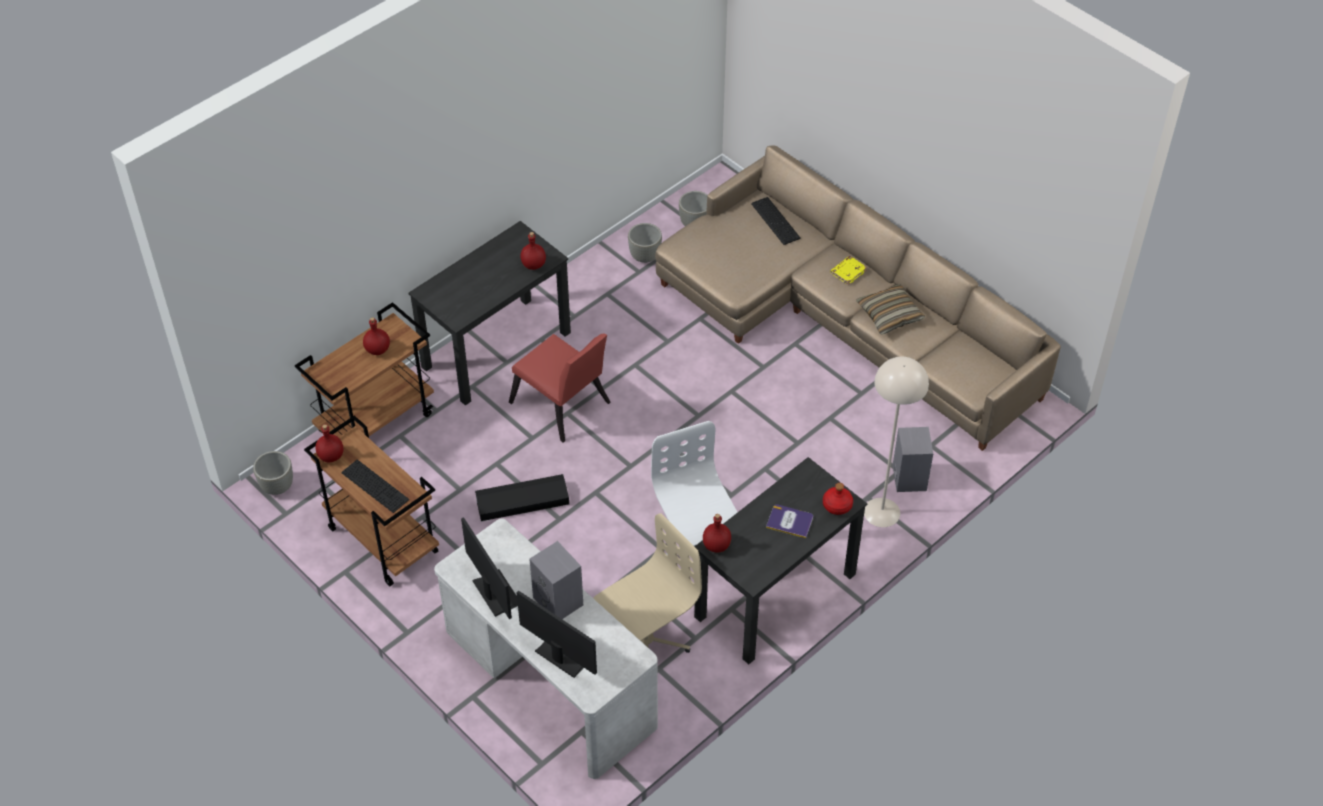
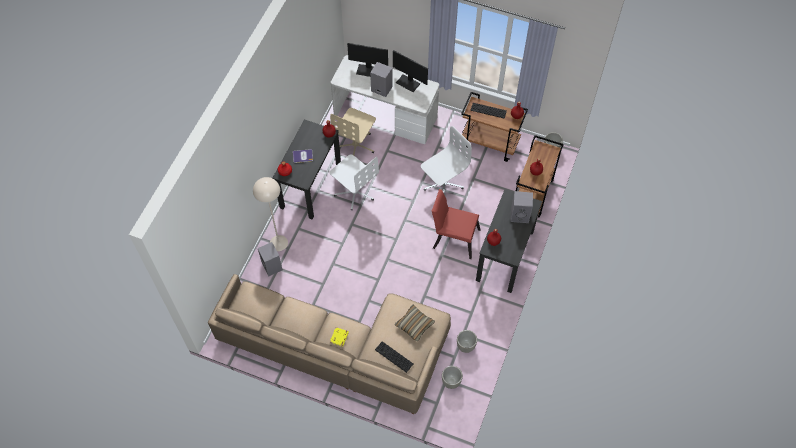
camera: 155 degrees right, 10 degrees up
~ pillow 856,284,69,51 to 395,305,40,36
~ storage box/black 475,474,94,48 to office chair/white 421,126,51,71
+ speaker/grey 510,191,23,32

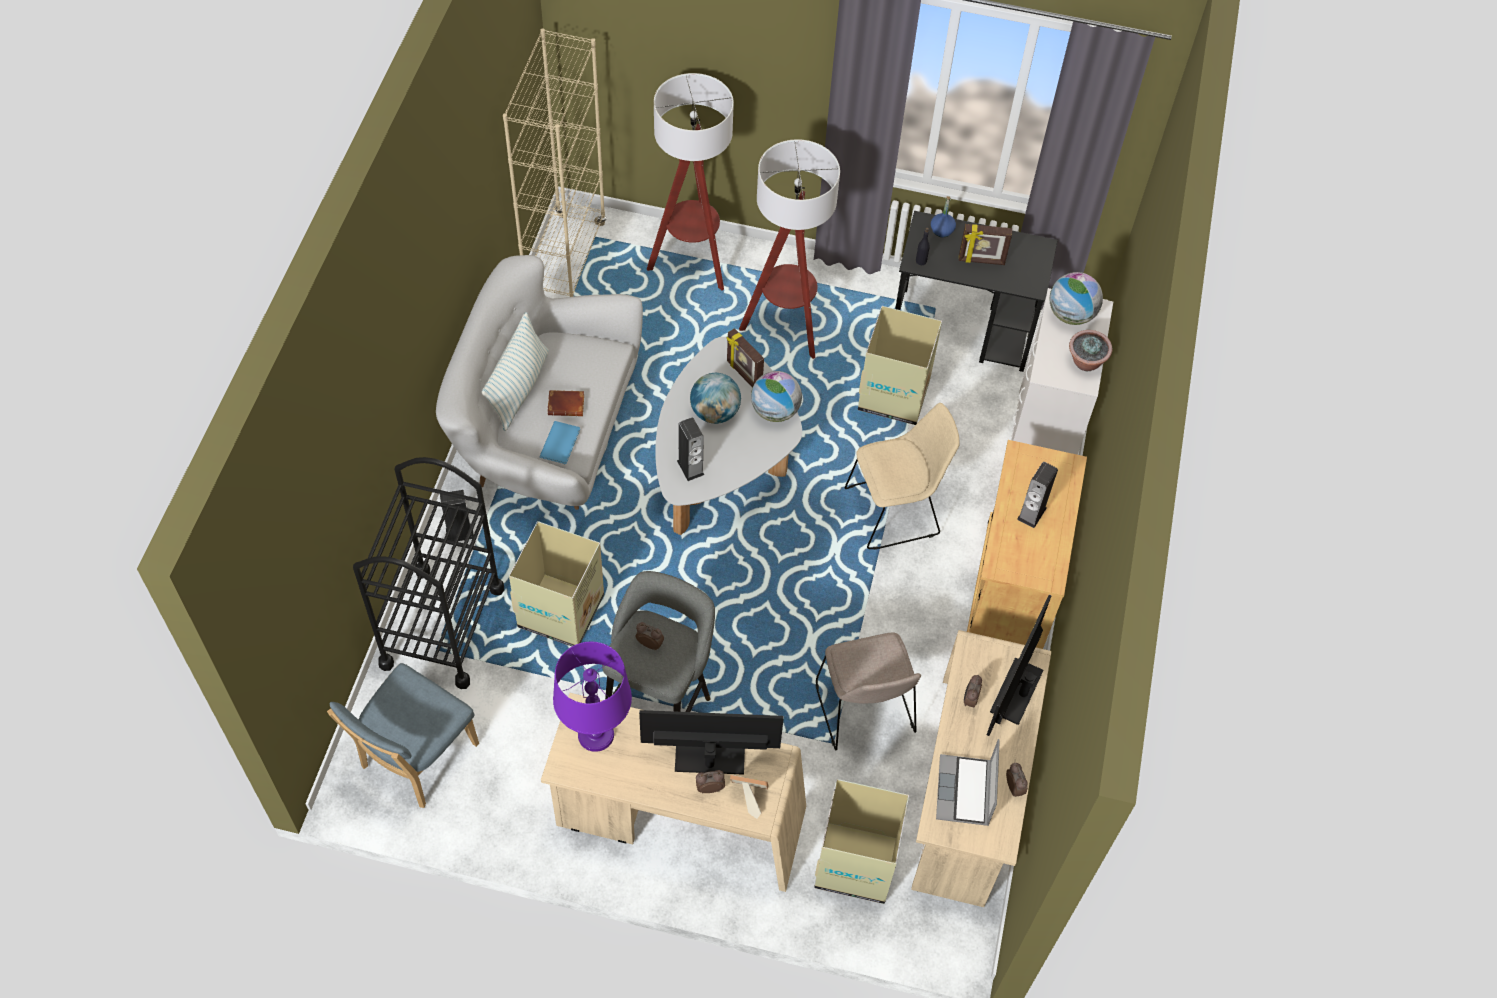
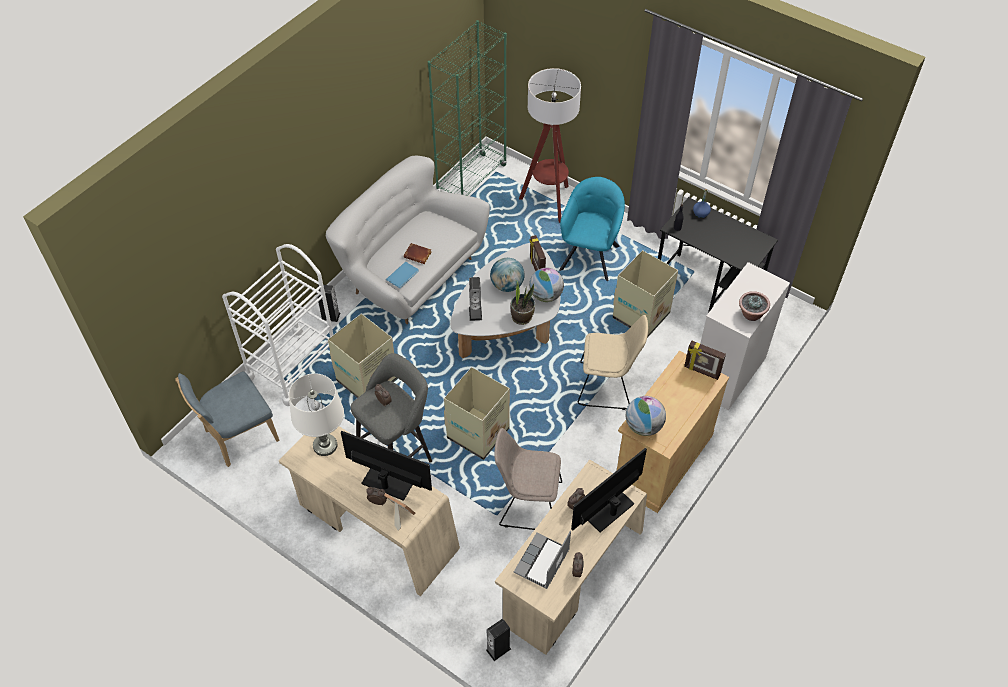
camera: 25 degrees right, 5 degrees down
~ bookcase/beige 503,28,104,269 to bookcase/green 428,20,79,175
~ floor lamp 739,139,101,220 to armchair/turquoise 559,177,66,104
~ picture frame 959,224,53,41 to 684,340,42,40
~ globe 1050,272,53,53 to 626,396,40,40
- pillow 481,312,68,119
~ cart/black 353,457,151,232 to cart/white 222,244,111,162
~ speaker 1017,462,41,66 to 486,618,25,43
~ chair/beige 816,632,105,118 = 494,428,68,102 90 degrees clockwise
~ table lamp/purple 553,641,79,111 to table lamp/white 289,373,55,83
~ cardboard box 814,779,95,125 to 444,367,66,93
+ potted plant 511,280,24,45

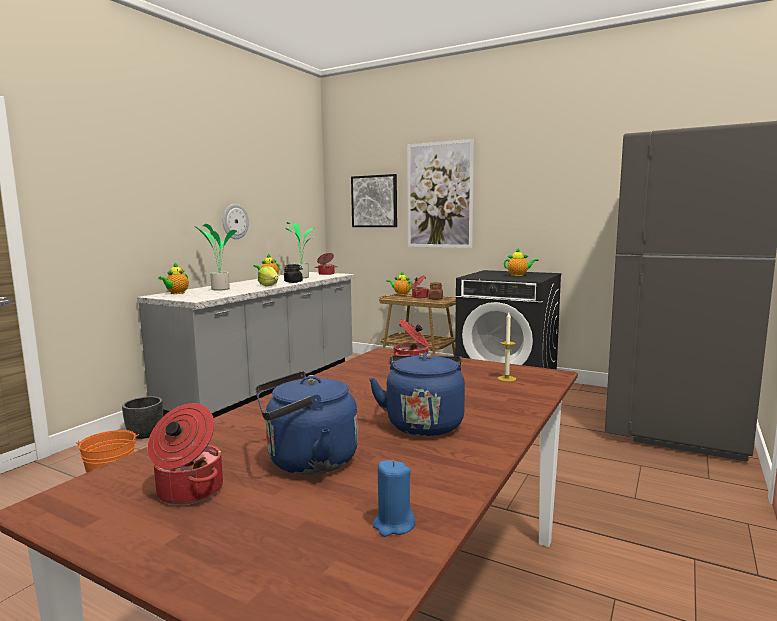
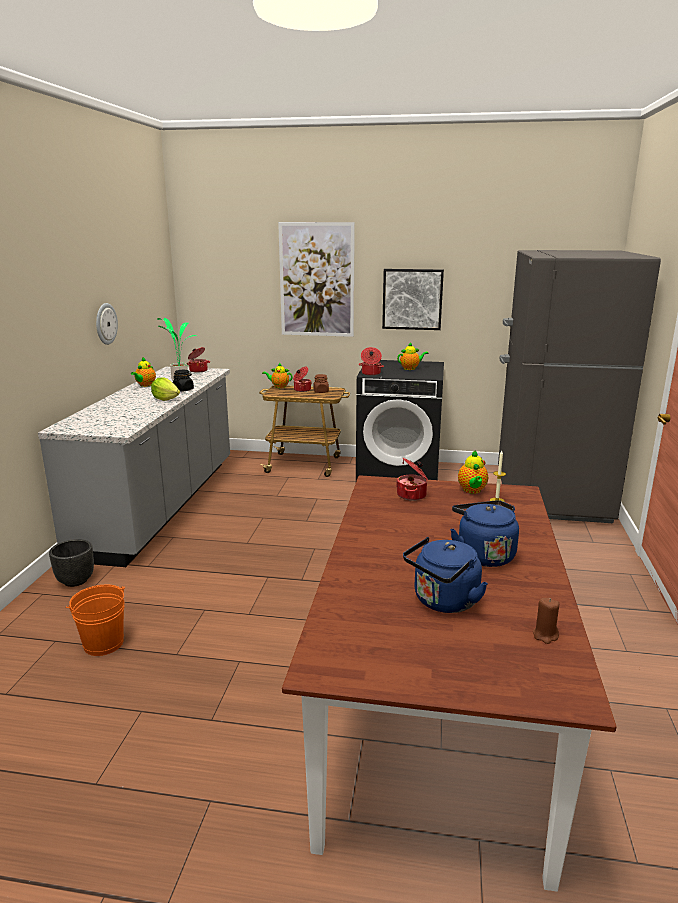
camera: 20 degrees left, 10 degrees up
~ picture 351,174,46,53 to 382,269,62,61
- potted plant 194,224,43,67
~ teapot 158,263,31,31 to 458,451,30,43
~ cooking pot 148,403,75,102 to 358,347,26,28
~ candle/blue 373,460,43,77 to candle/brown 533,598,26,46

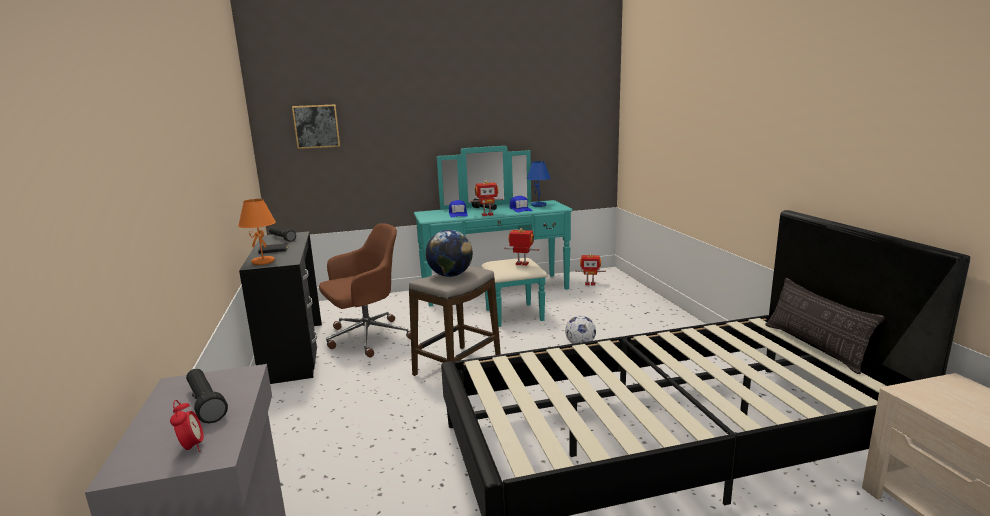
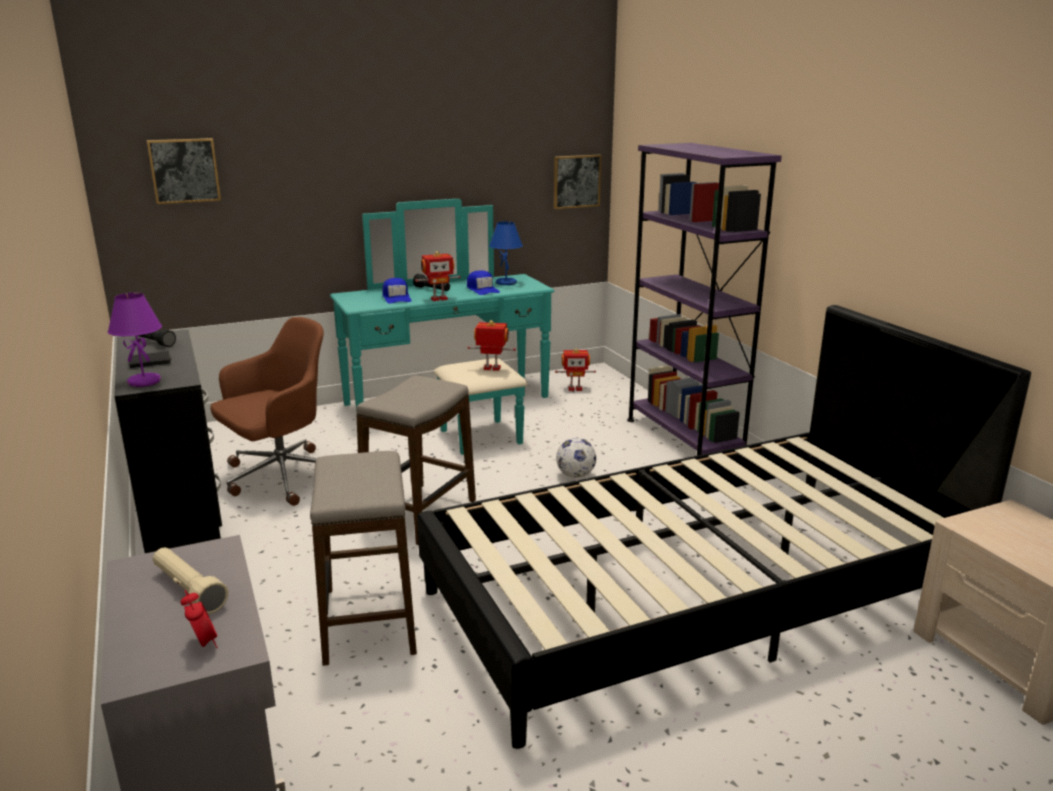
camera: 10 degrees left, 5 degrees up
~ table lamp/orange 238,199,38,66 to table lamp/purple 108,293,54,94
- globe 426,230,47,47
- pillow 765,278,120,96
~ flashlight/black 186,369,42,54 to flashlight/beige 153,547,75,67
+ bookcase/purple 627,143,155,312
+ picture 554,155,48,54
+ stool 310,451,107,215

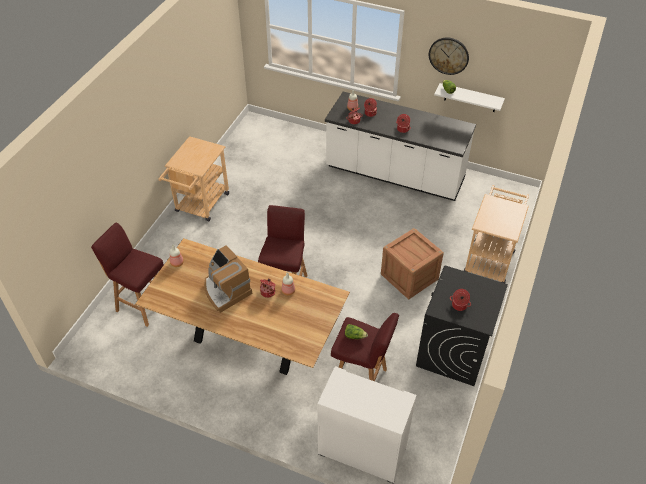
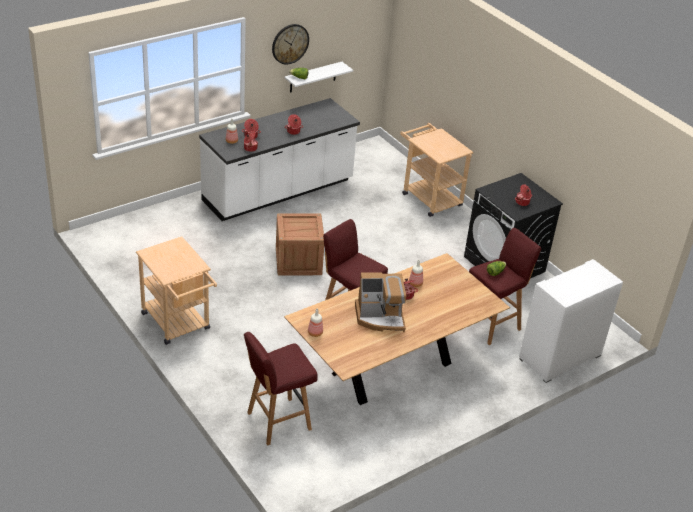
camera: 60 degrees left, 10 degrees down
~ crate 381,228,63,71 to 276,214,48,62

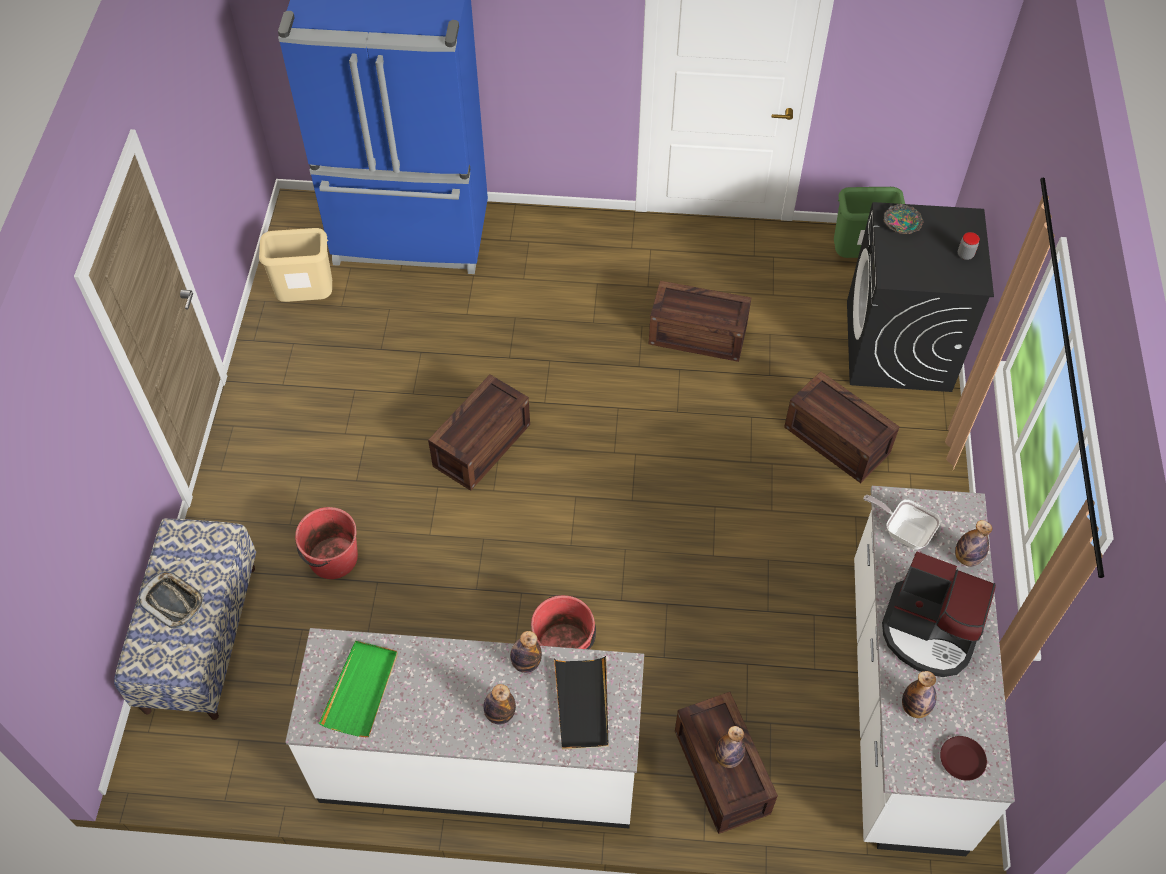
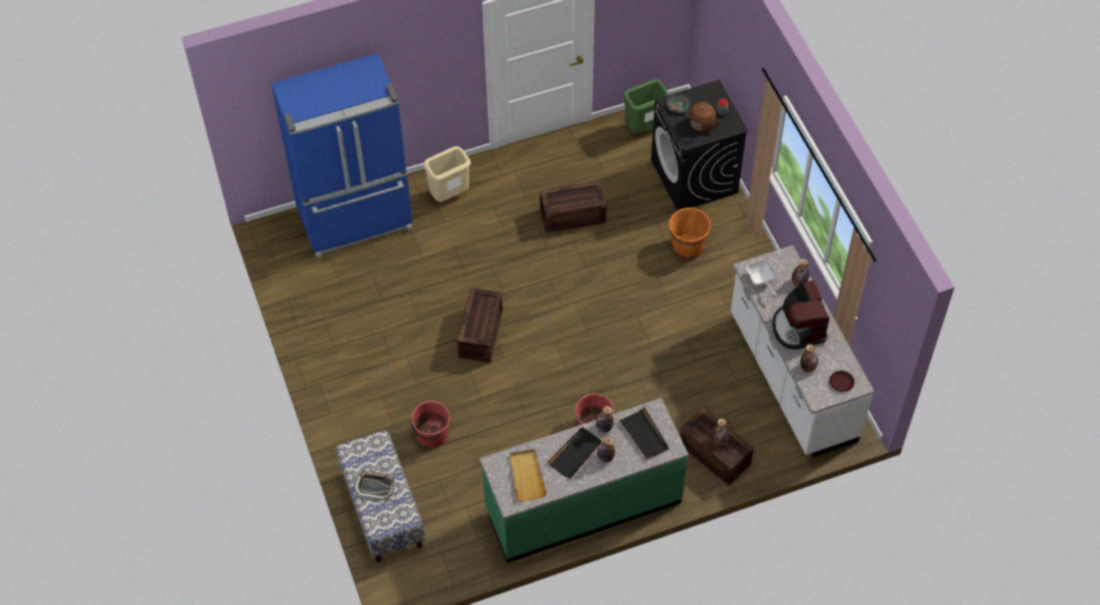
camera: 25 degrees left, 0 degrees up
~ trash can/beige 259,228,73,74 to 423,146,48,56
~ crate 784,371,115,112 to bucket/orange 669,207,42,53
~ frying pan 863,495,78,55 = 746,259,30,38 120 degrees counterclockwise
~ coffee machine 882,551,114,126 = 772,280,58,70 75 degrees clockwise
~ counter/white 285,628,359,201 to counter/green 480,398,209,165
~ tray/green 319,641,79,96 to tray/beige 510,449,37,52
+ kettle/brown 686,102,33,30
+ tray/black 548,427,54,52

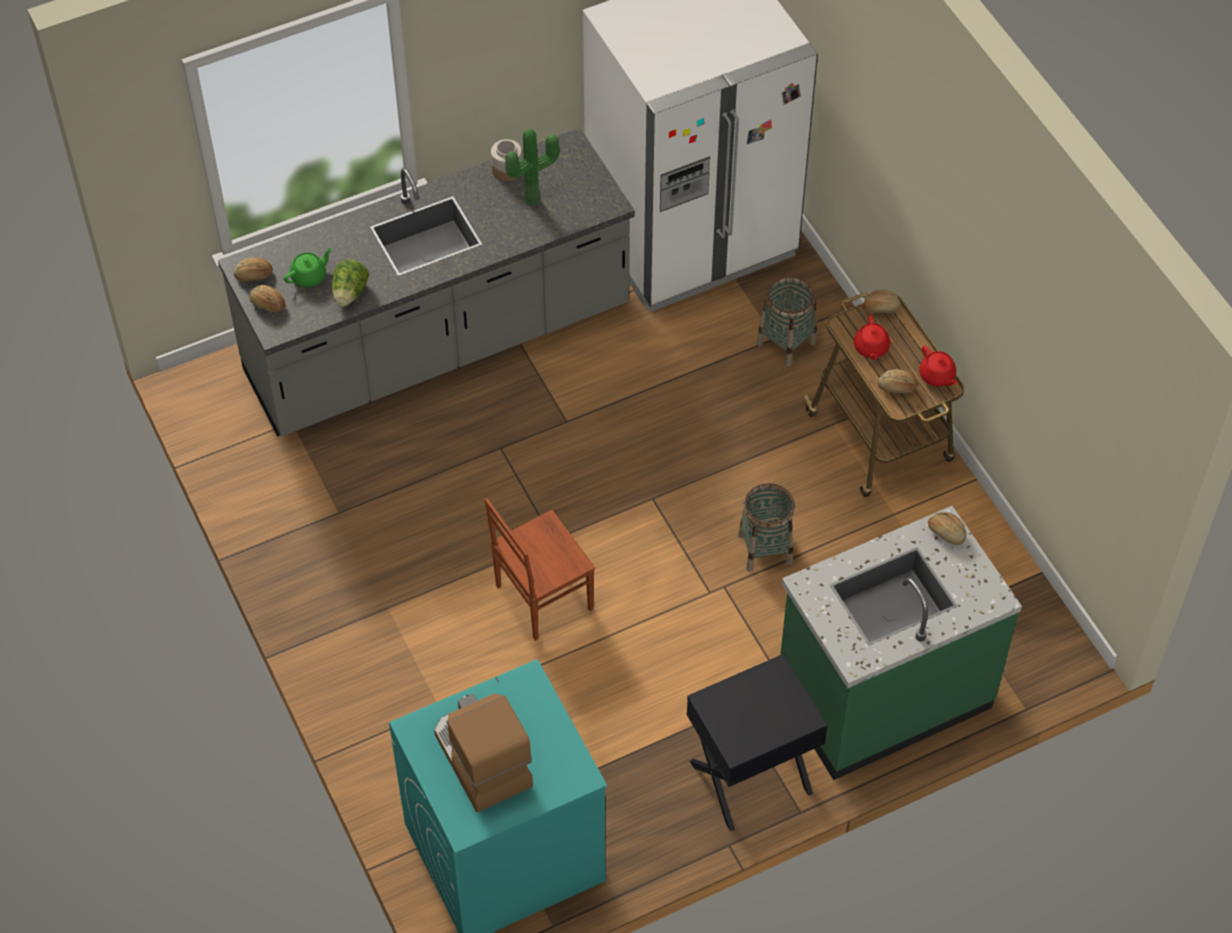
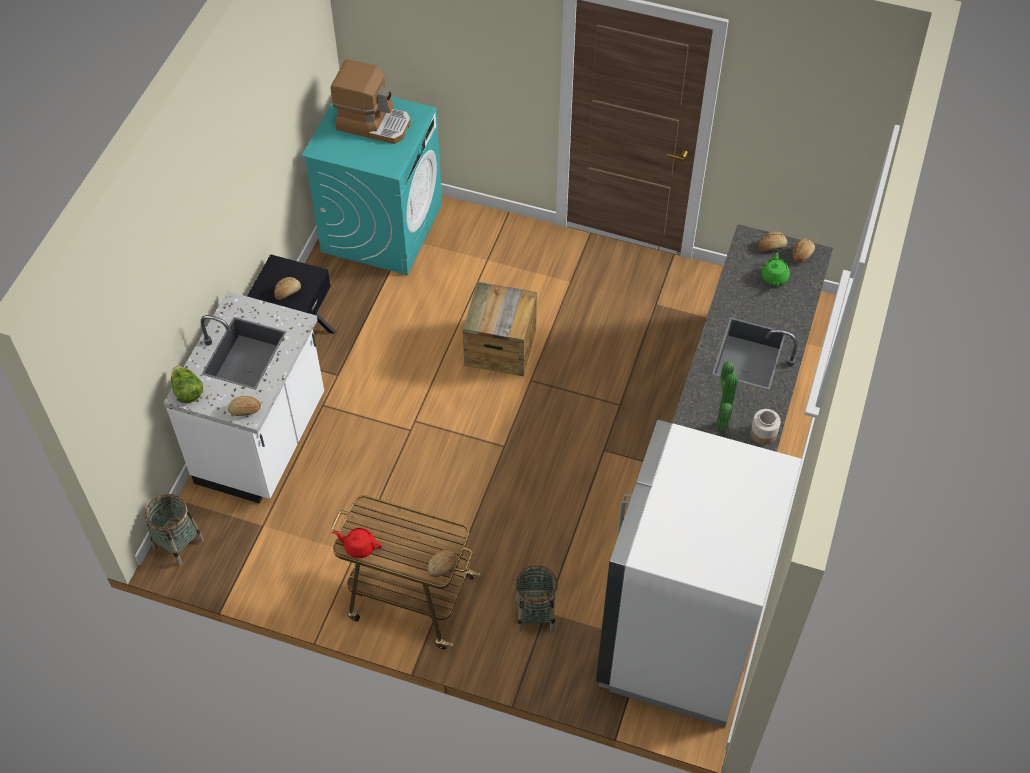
camera: 135 degrees right, 0 degrees up
~ lettuce 332,259,37,48 to 171,366,32,37
- teapot/red 854,315,36,45
~ bread 878,369,40,24 to 274,277,27,23
~ basket 738,483,57,89 to 145,494,59,72
~ chair/brown 485,498,110,143 to crate 463,282,74,94
~ counter/green 780,506,242,274 to counter/white 163,291,161,212

